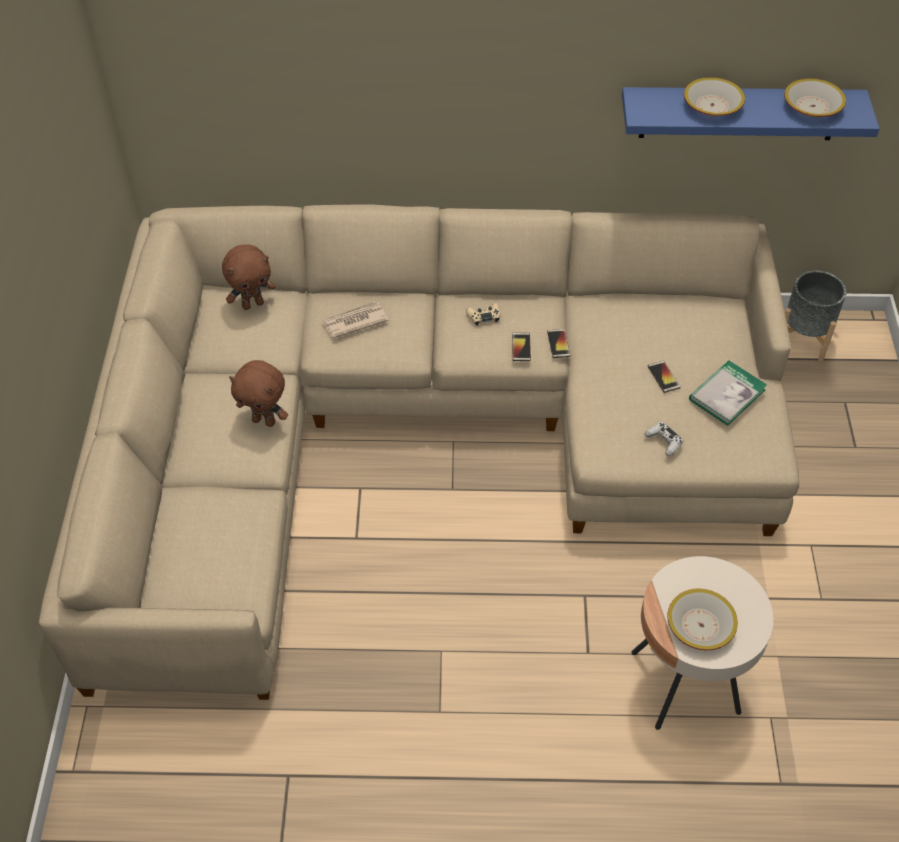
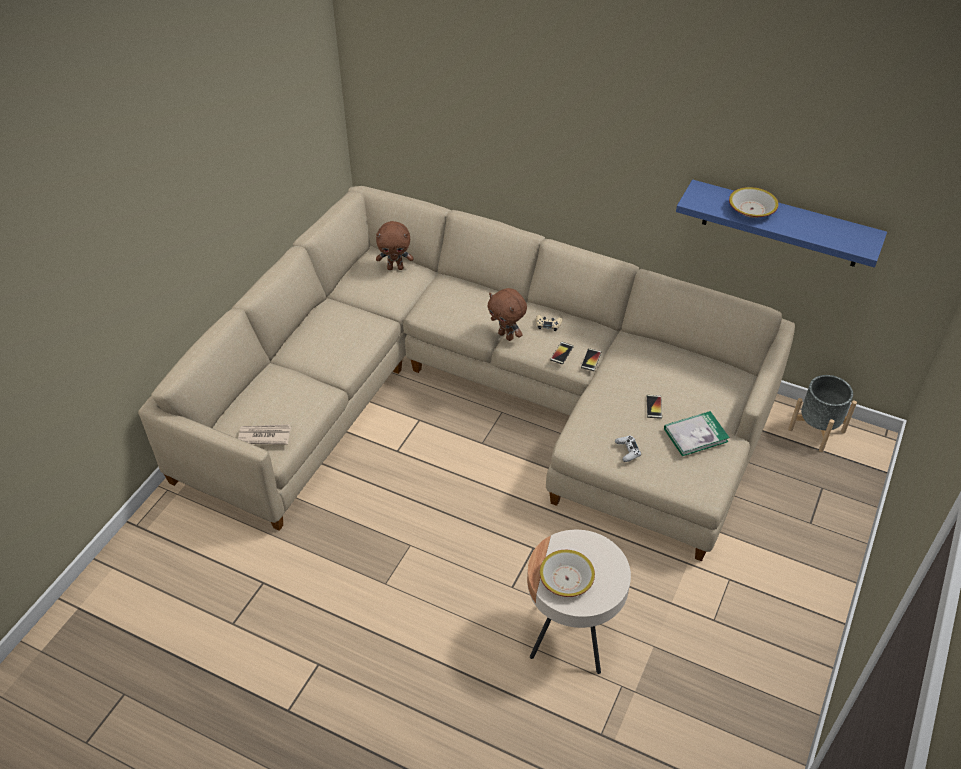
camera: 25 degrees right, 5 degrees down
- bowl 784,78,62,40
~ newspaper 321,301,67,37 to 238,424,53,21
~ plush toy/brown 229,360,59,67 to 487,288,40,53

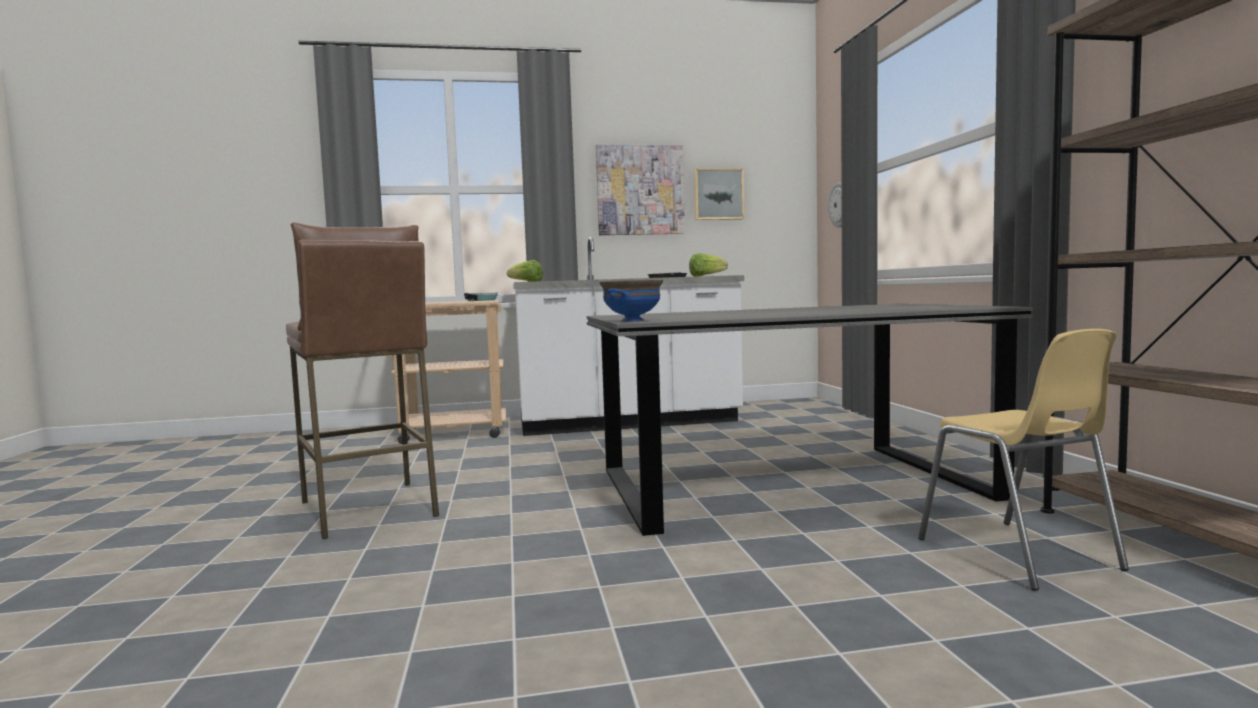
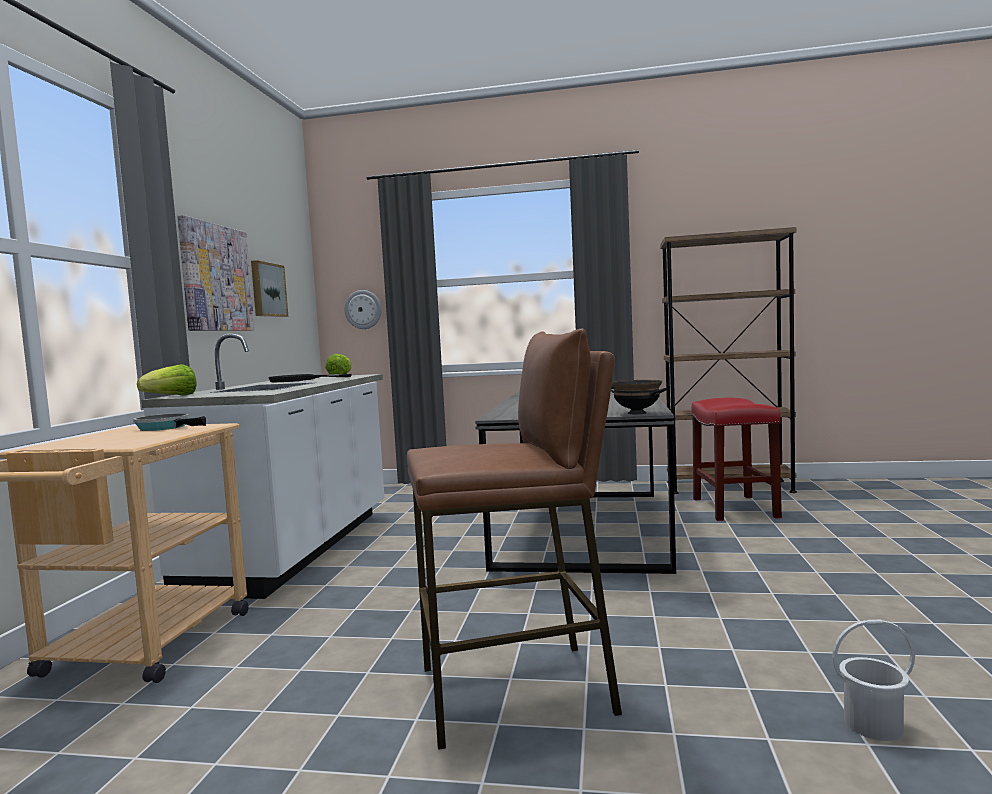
camera: 70 degrees left, 0 degrees up
~ bowl/blue 599,280,64,42 to bowl/black 611,380,56,34
~ chair/yellow 918,329,211,261 to stool/red 691,398,91,123
+ bucket/white 832,620,83,121

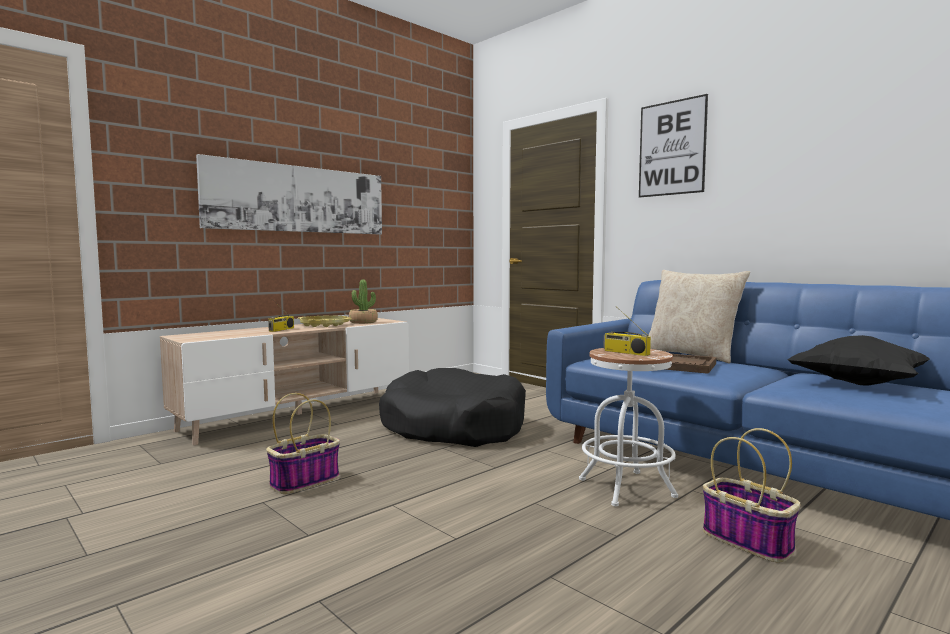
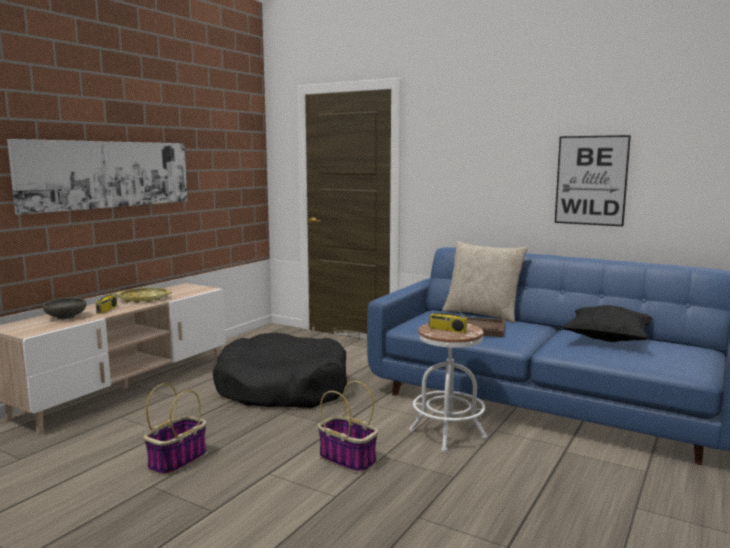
camera: 15 degrees left, 5 degrees up
~ picture 639,94,69,103 to 555,135,76,91
- potted plant 349,280,29,44
~ basket 703,428,97,135 to 318,381,60,92
+ bowl/grey 43,298,43,22

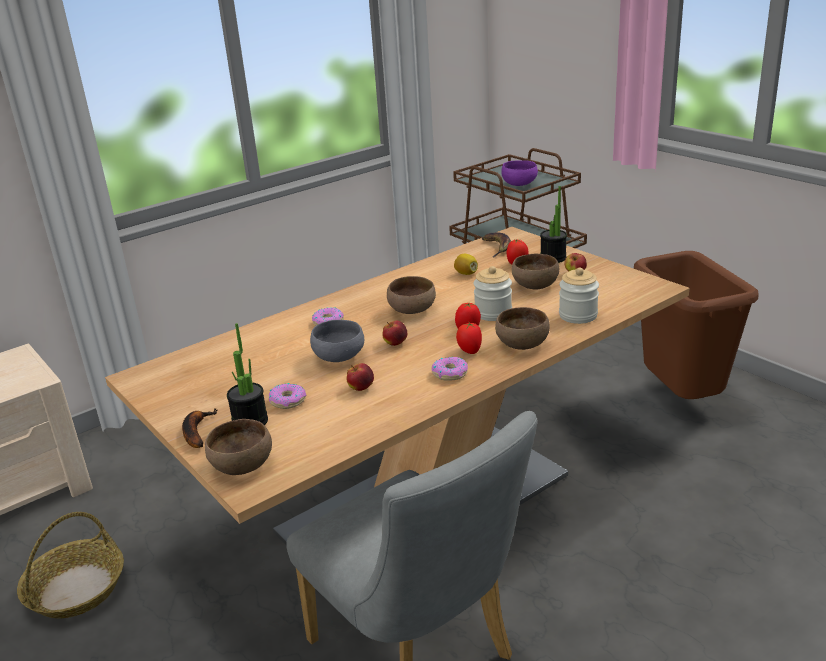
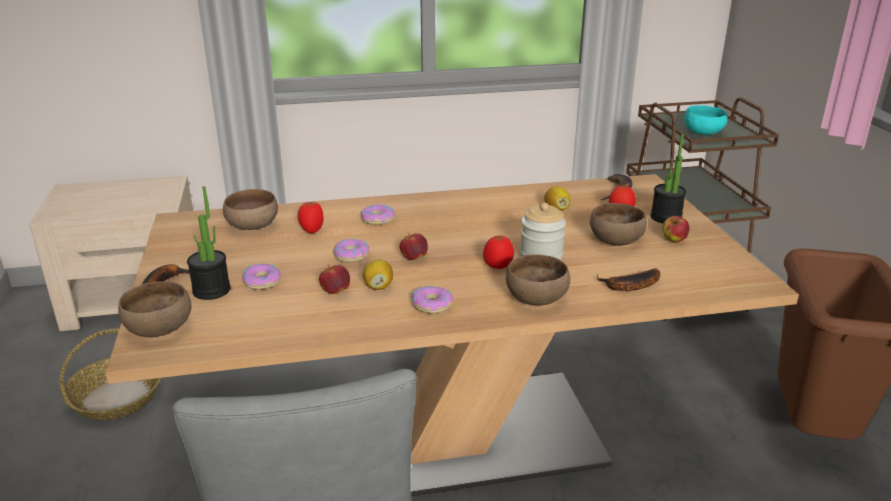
camera: 25 degrees right, 0 degrees up
~ bowl/purple 501,160,37,26 to bowl/turquoise 684,105,43,30
~ jar 559,268,40,56 to banana 596,269,64,22
~ bowl/brown 387,276,49,38 to 223,189,55,41
~ bowl/grey 310,320,54,42 to donut 333,238,37,25
~ tomato 456,323,26,31 to 298,201,25,32
+ lemon 363,260,30,30

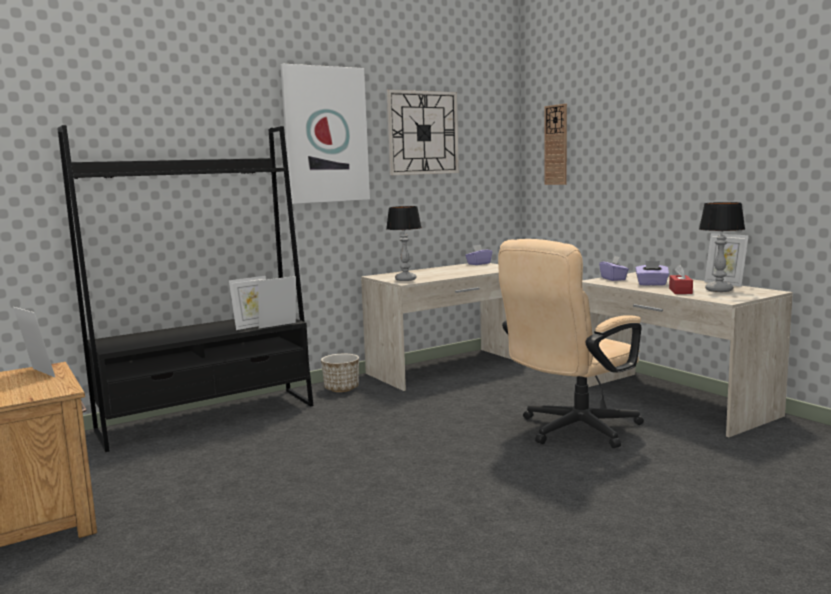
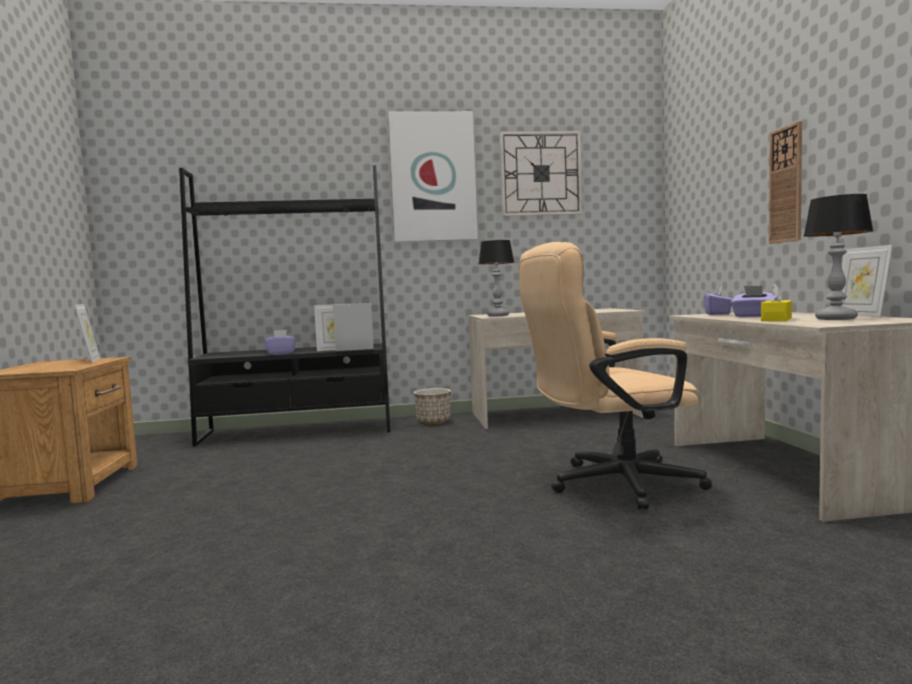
camera: 25 degrees right, 5 degrees down
~ wall clock 544,104,23,81 to 769,121,33,123
~ tissue box/purple 465,245,27,20 to 264,330,32,24
~ tissue box/red 669,264,24,30 to tissue box/yellow 761,284,31,37

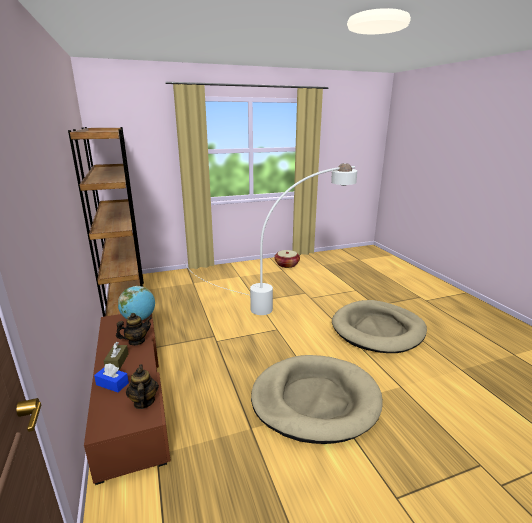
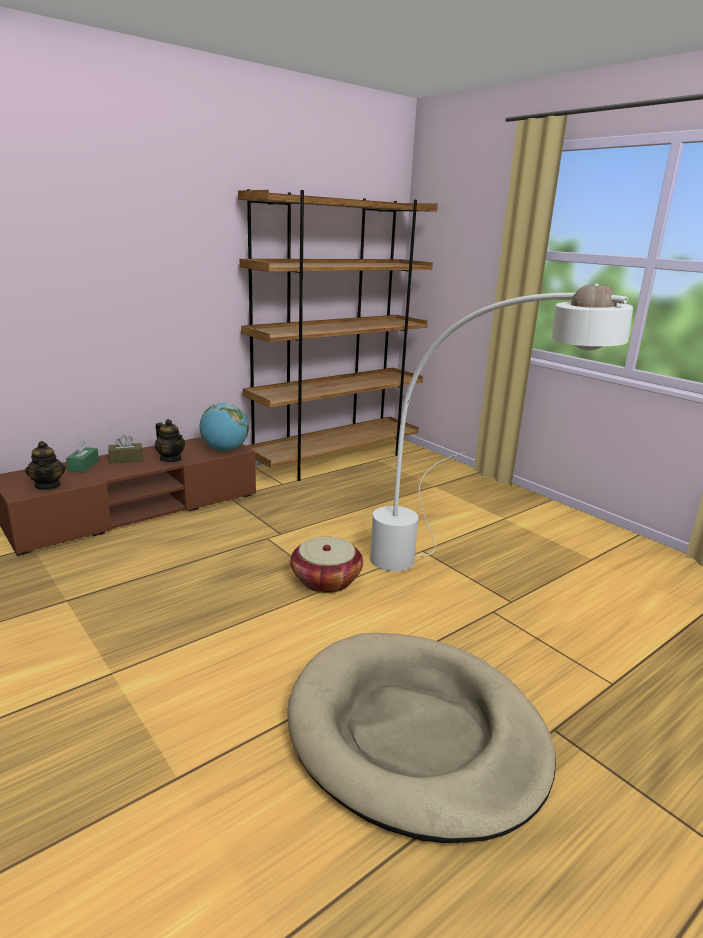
camera: 70 degrees right, 0 degrees up
~ basket 274,250,26,18 to 290,537,73,56
- dog bed/beige 251,355,132,89
~ tissue box/blue 94,363,35,29 to tissue box/green 66,440,33,32
~ teapot 126,364,33,45 = 25,441,40,49 105 degrees clockwise

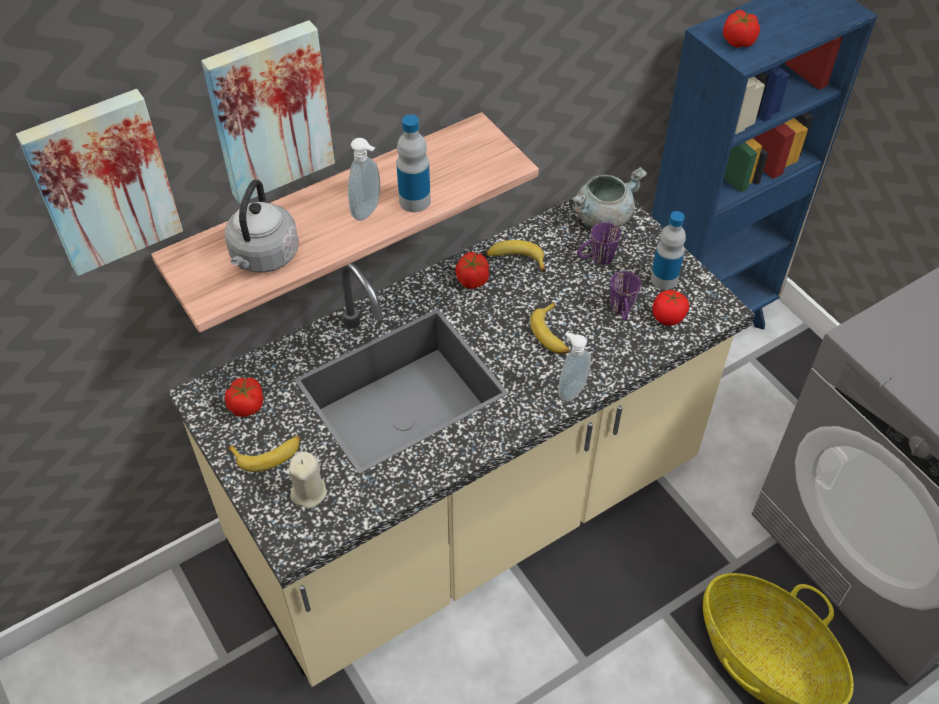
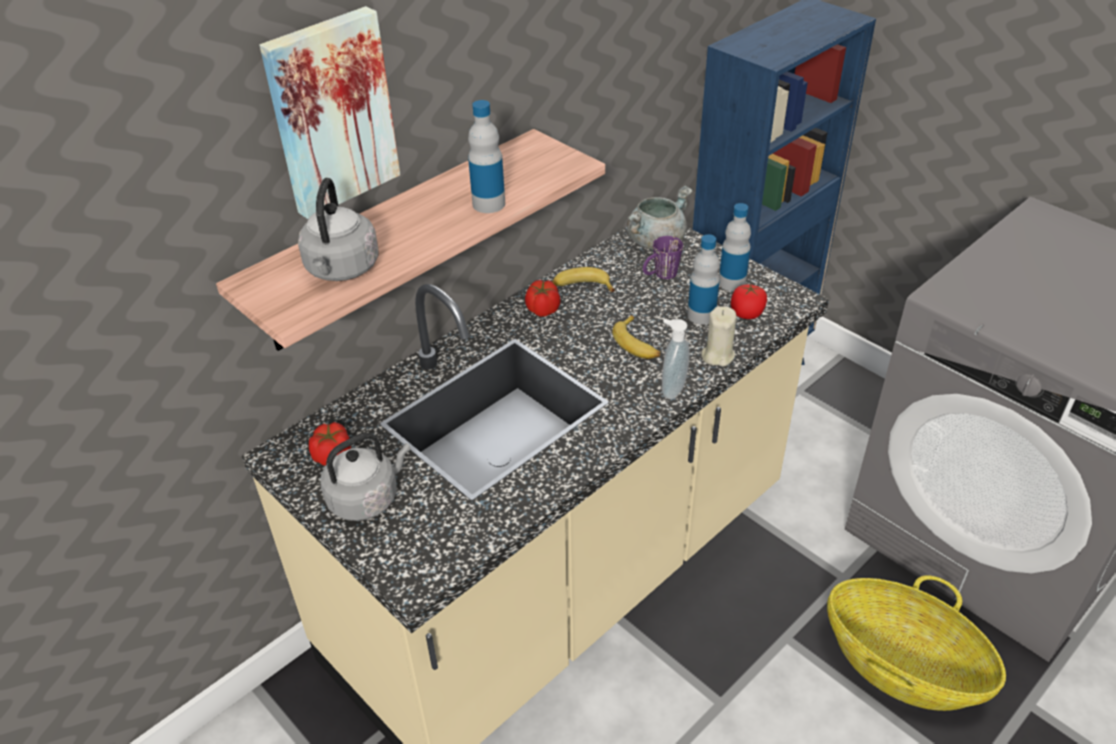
camera: 10 degrees left, 10 degrees down
- tomato 723,10,37,38
- picture 16,89,167,187
- soap dispenser 348,138,32,83
~ mug/purple 610,271,31,50 to bottle 687,234,33,91
~ banana 228,436,73,36 to kettle/grey 321,433,90,88
~ candle/beige 289,451,38,58 to 701,306,36,60

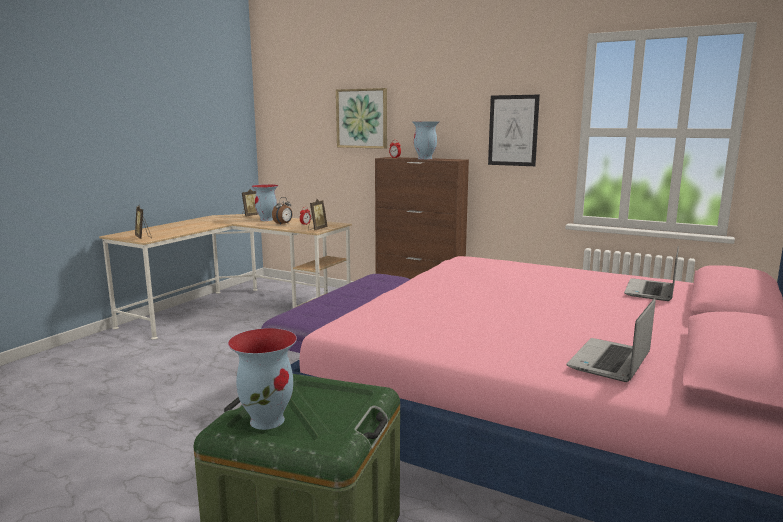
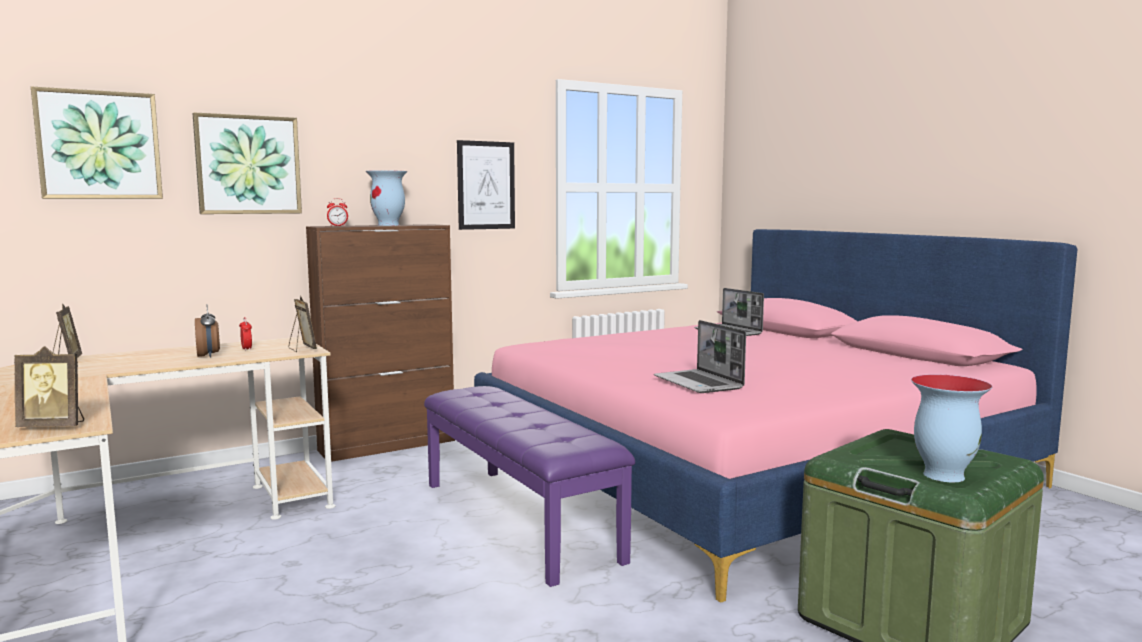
camera: 60 degrees left, 5 degrees down
- vase 252,184,26,37
~ laptop 567,298,89,84 to 654,320,92,73
+ picture 31,86,132,113

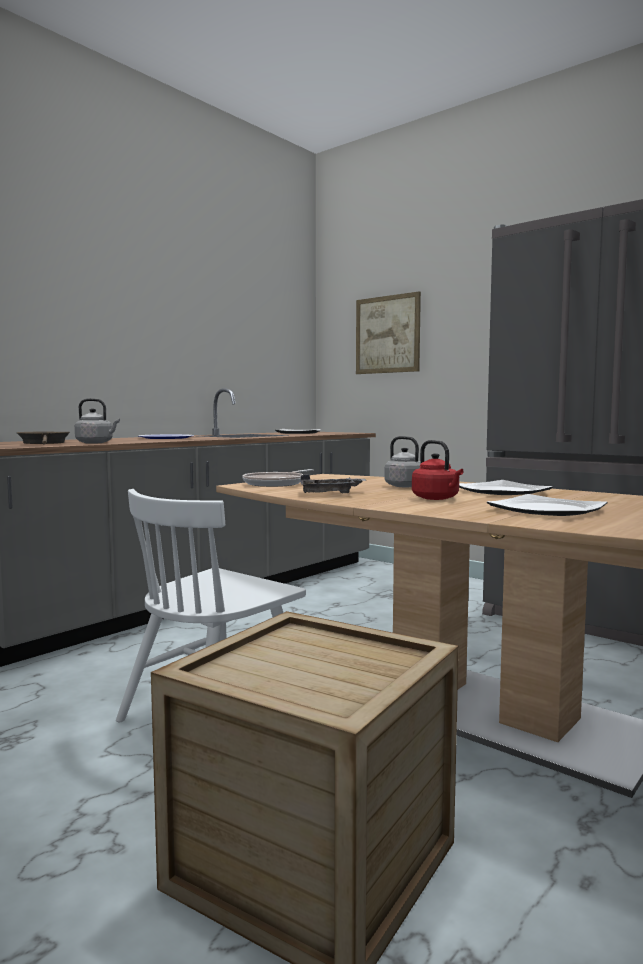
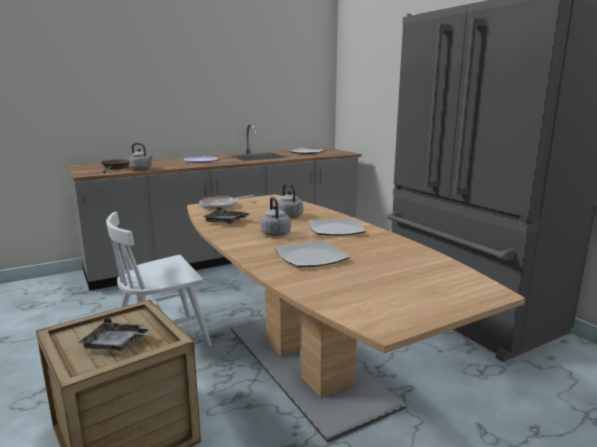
camera: 20 degrees right, 10 degrees up
- picture 356,291,65,83
~ kettle/red 412,440,51,60 to kettle/grey 260,197,31,39
+ tray/grey 78,318,75,33

